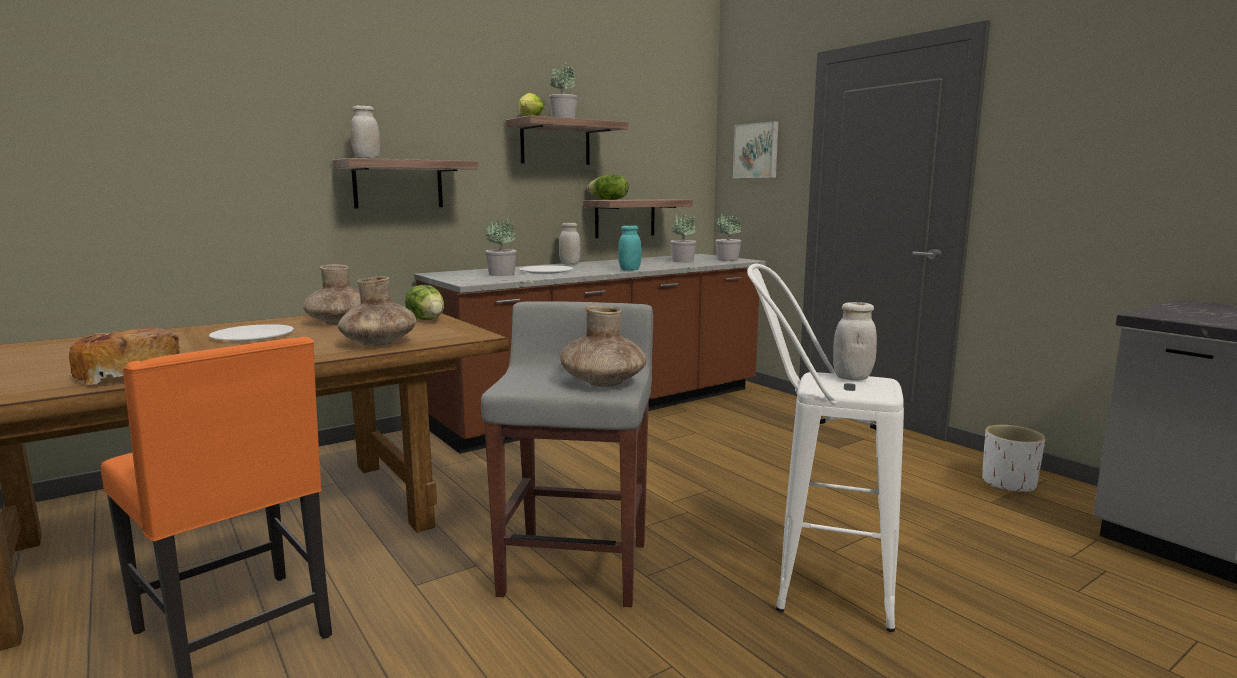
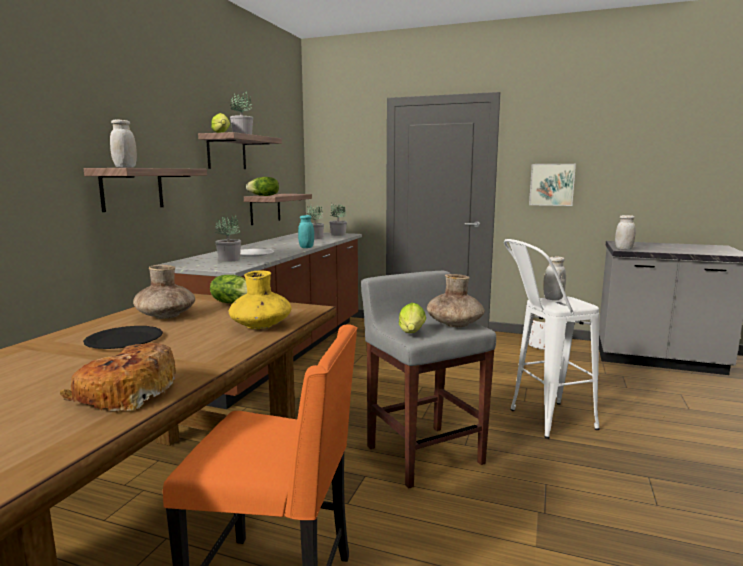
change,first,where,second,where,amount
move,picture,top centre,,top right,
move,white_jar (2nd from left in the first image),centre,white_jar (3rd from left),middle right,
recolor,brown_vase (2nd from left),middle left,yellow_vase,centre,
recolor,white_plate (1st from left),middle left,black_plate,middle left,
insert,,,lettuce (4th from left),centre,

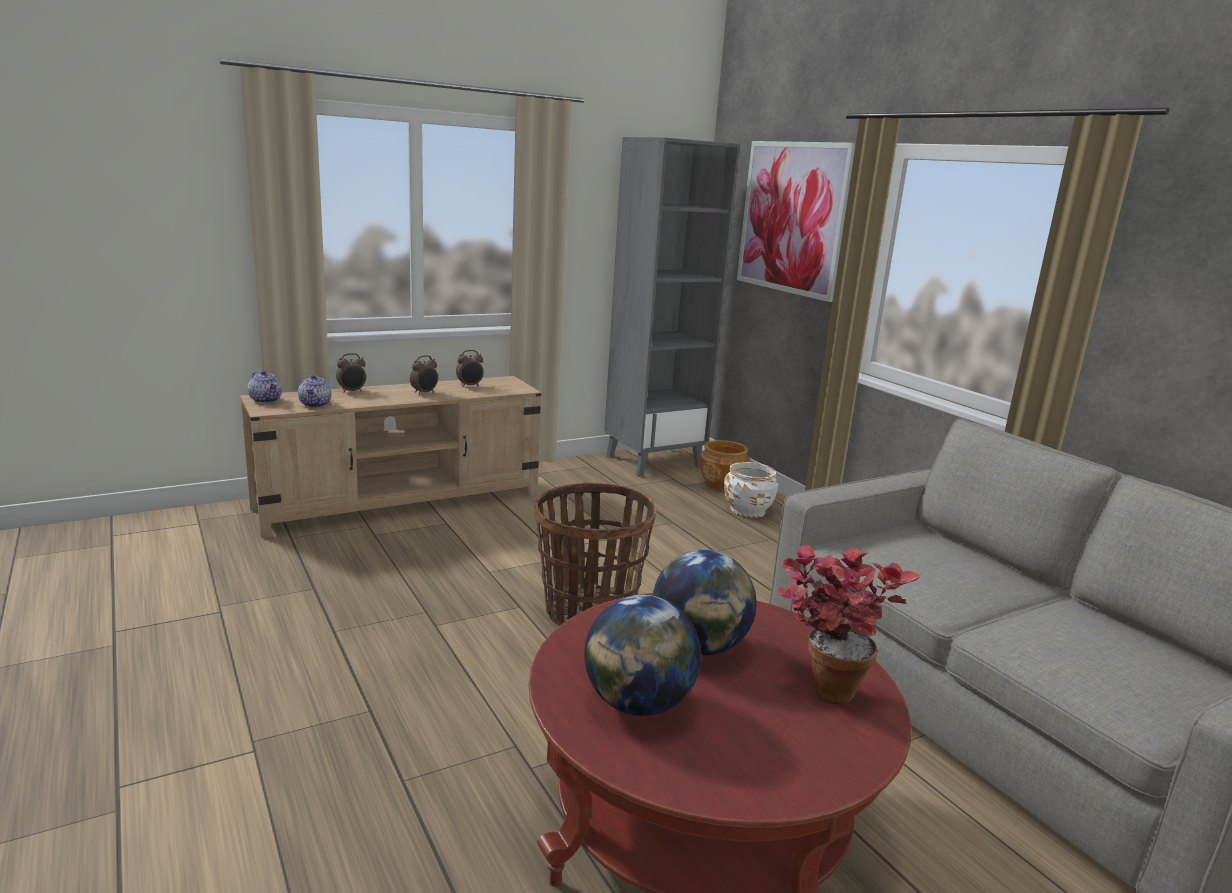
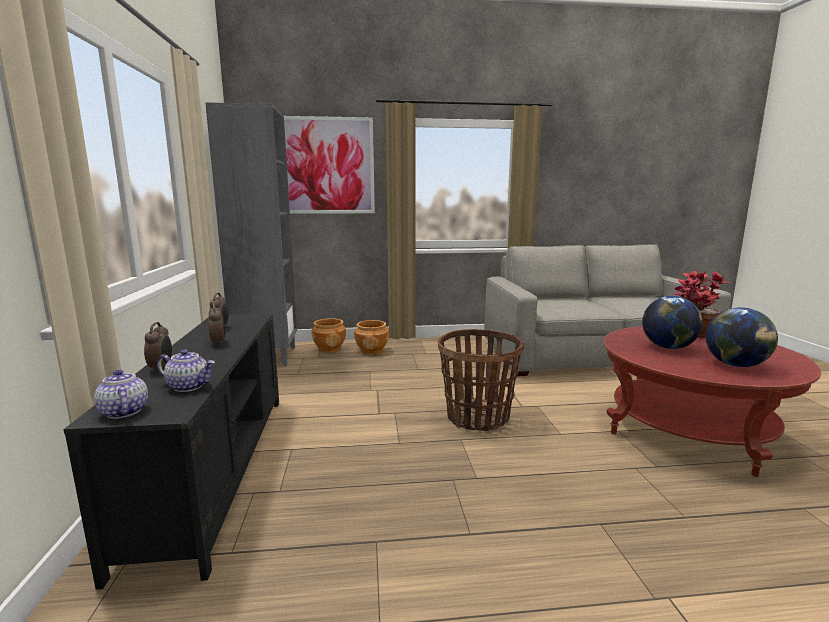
change,first,where,second,where,amount
rotate,teapot (1st from left),middle left,,middle left,105 degrees counterclockwise
recolor,beige_tv_stand,middle left,black_tv_stand,bottom left,
recolor,white_planter,centre,brown_planter (2nd from left),centre,

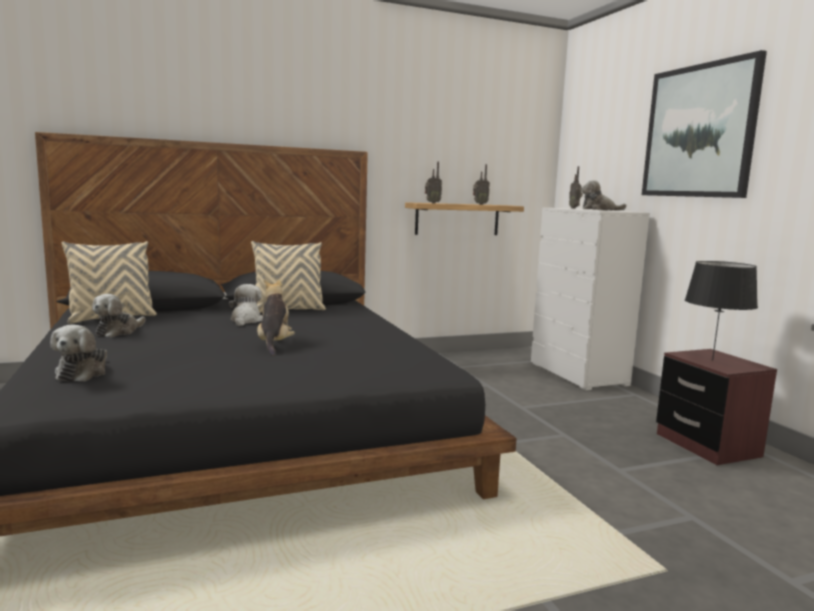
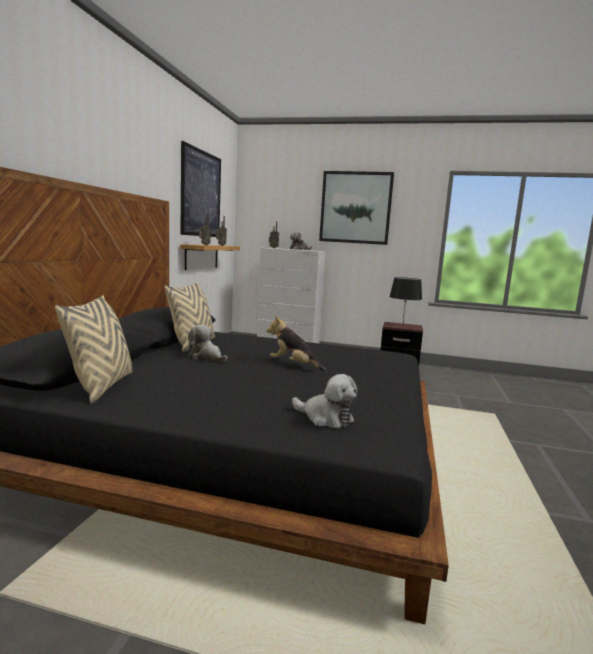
change,first,where,second,where,amount
delete,plush_toy (2nd from left),middle left,,,
insert,,,picture (1st from left),top centre,

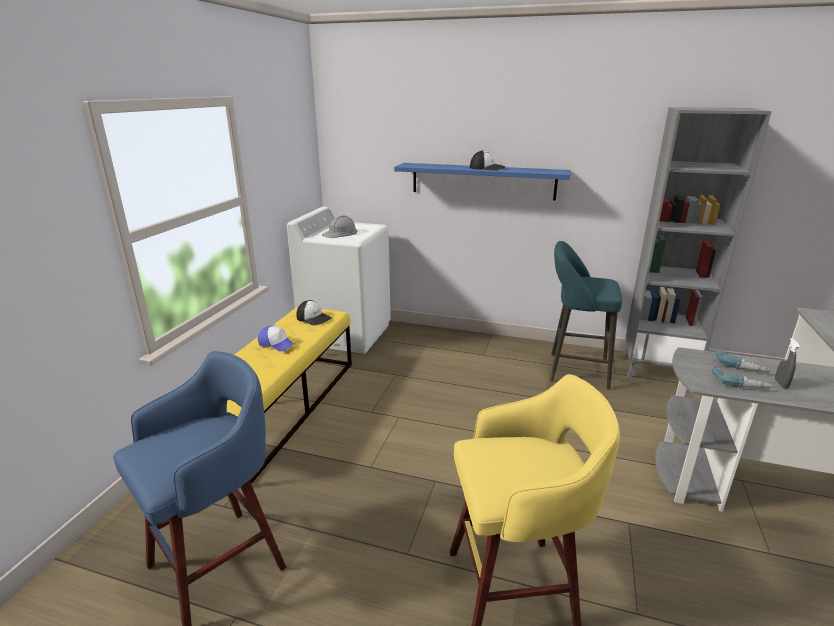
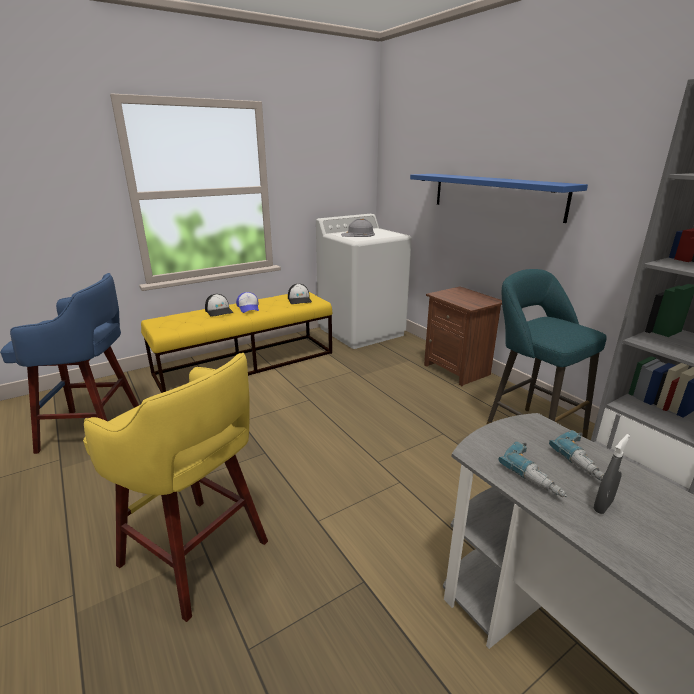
change,first,where,second,where,amount
move,cap (3rd from left in the first image),top centre,cap (1st from left),middle left,
insert,,,brown_nightstand,middle right,

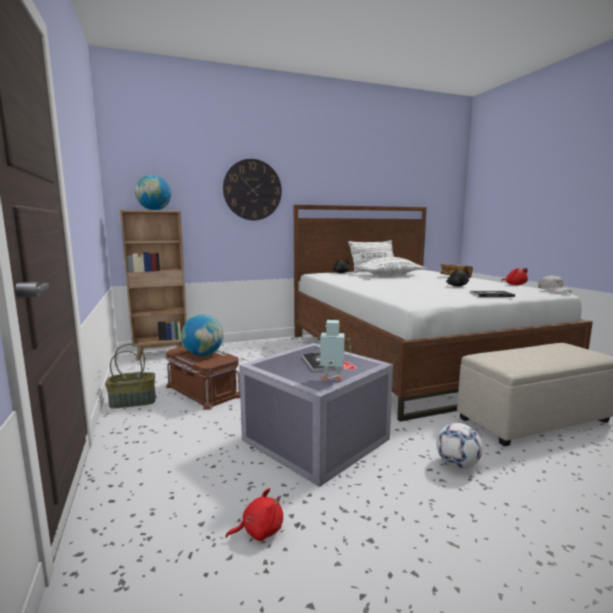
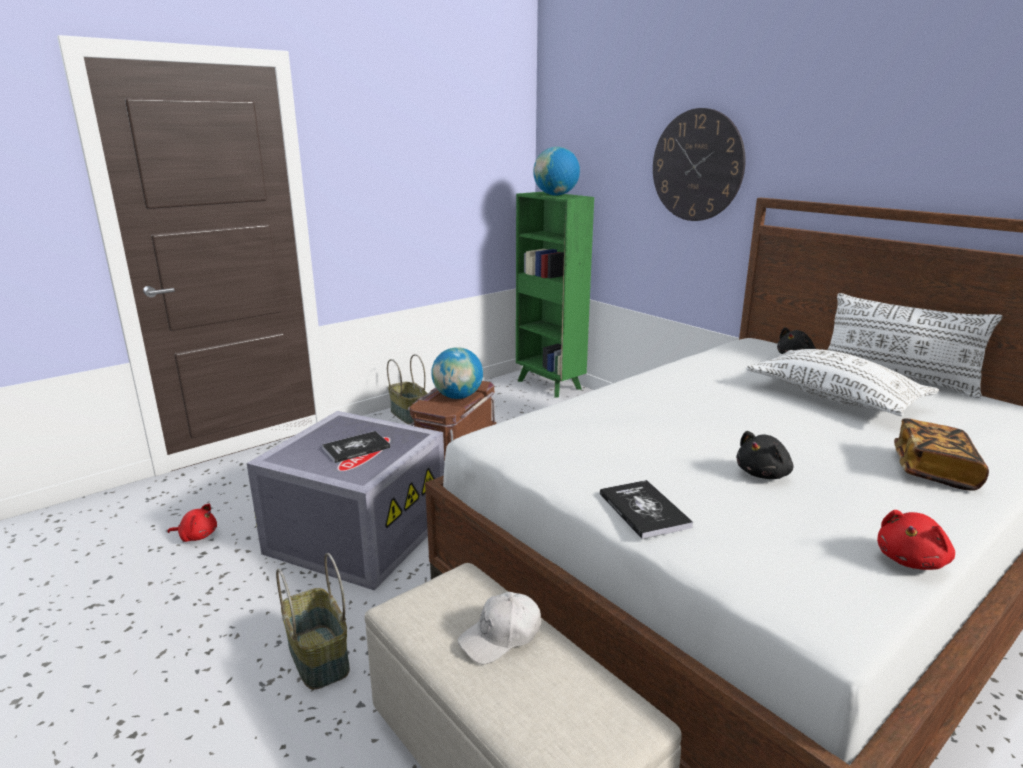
change,first,where,second,where,amount
recolor,brown_bookcase,middle left,green_bookcase,centre,
move,white_cap,middle right,,bottom centre,
delete,toy_robot,centre,,,
replace,football,bottom right,basket (1st from left),bottom left,
rotate,red_plush_toy (1st from left),bottom centre,,bottom left,45 degrees counterclockwise

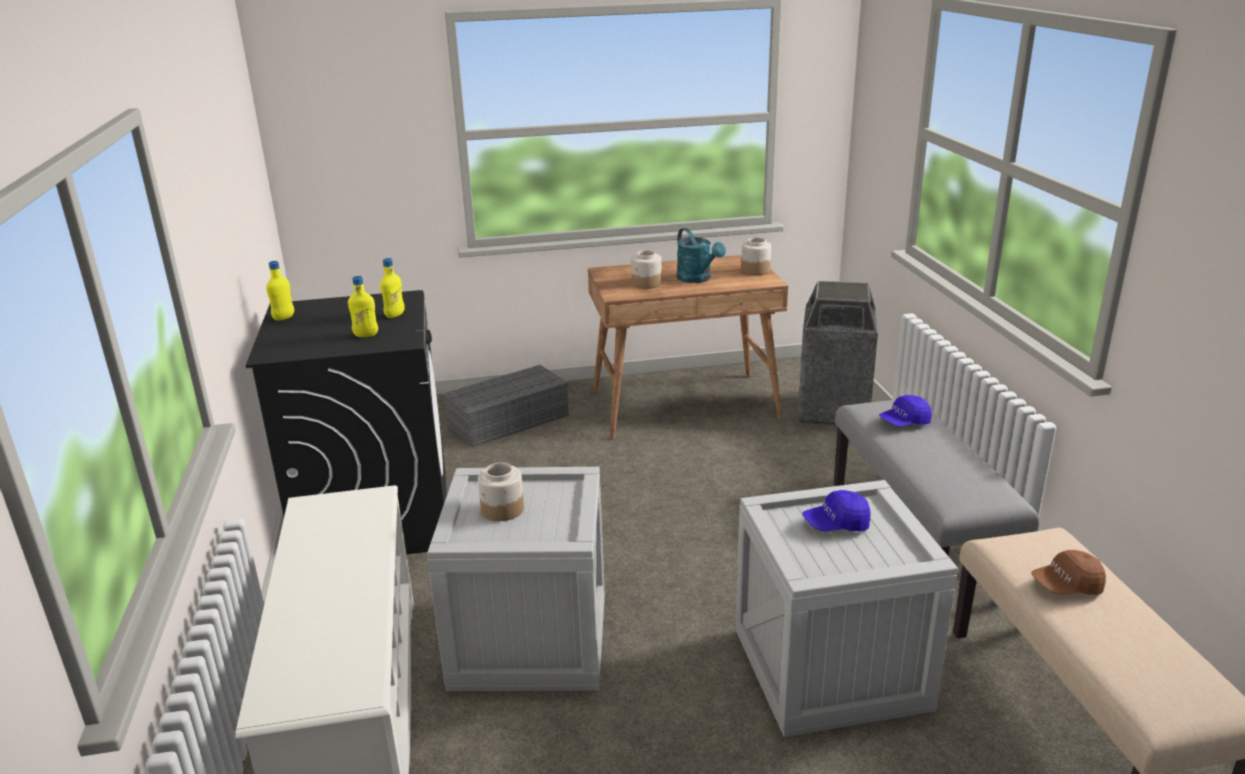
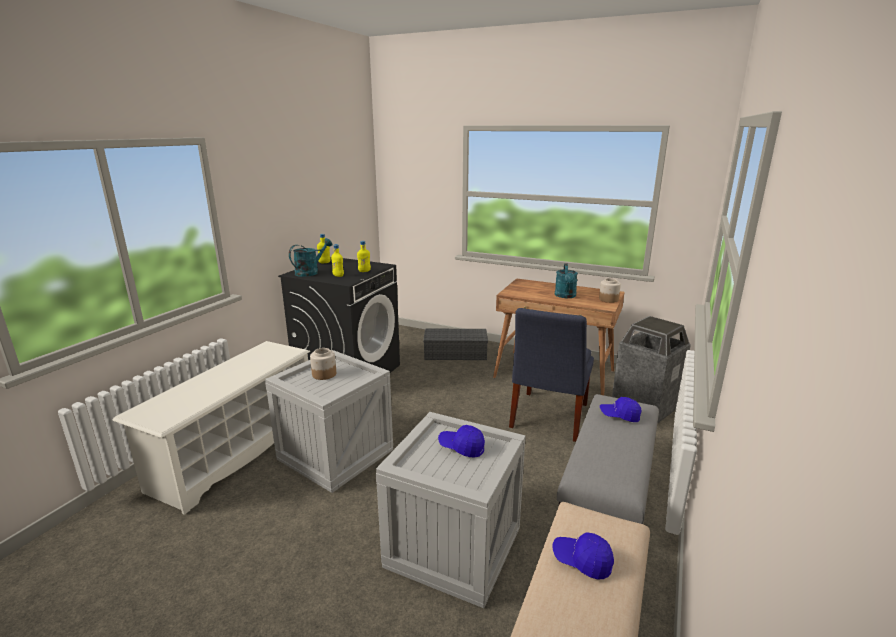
change,first,where,second,where,amount
delete,jar (2nd from left),centre,,,
recolor,brown_cap,bottom right,blue_cap (2nd from left),bottom centre,
insert,,,turquoise_watering_can (1st from left),centre,
insert,,,blue_chair,centre,

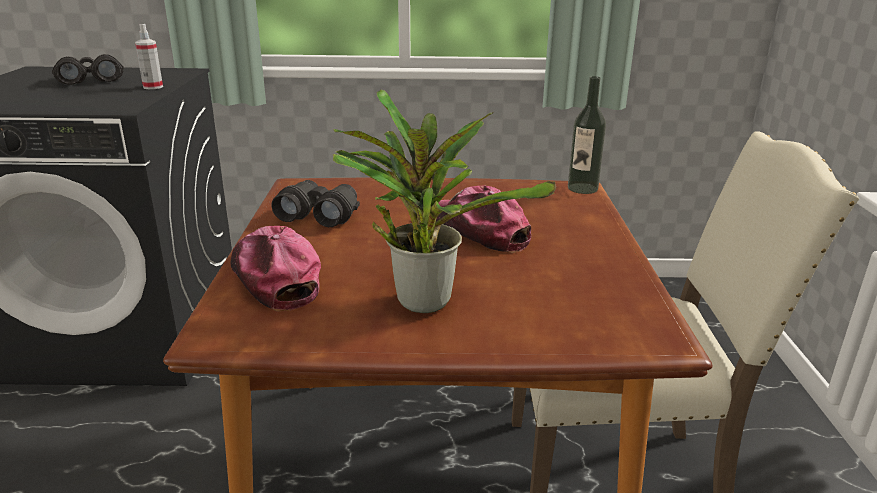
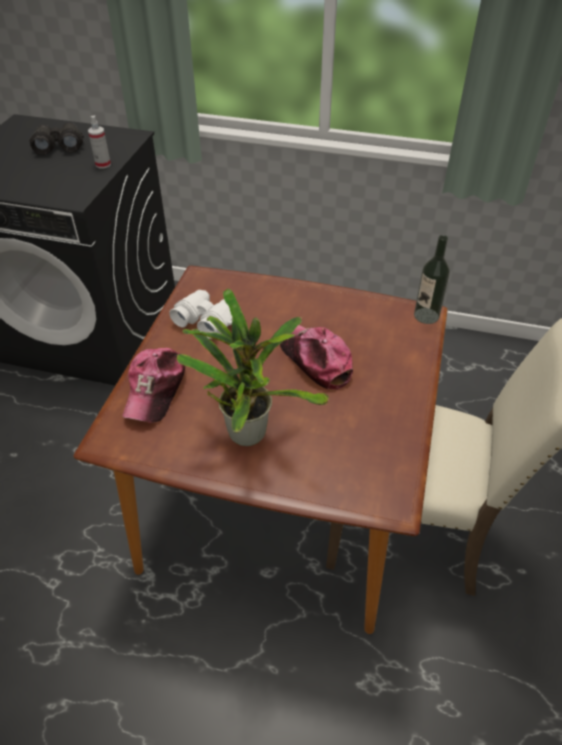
change,first,where,second,where,amount
recolor,black_binoculars (2nd from left),centre,white_binoculars,centre,
rotate,cap (1st from left),middle left,,middle left,150 degrees counterclockwise

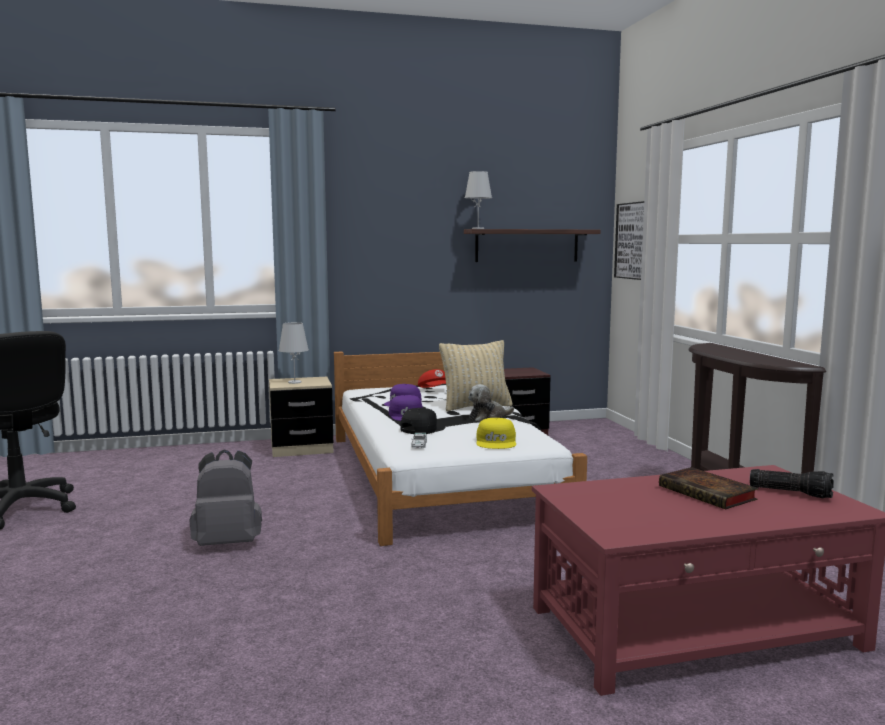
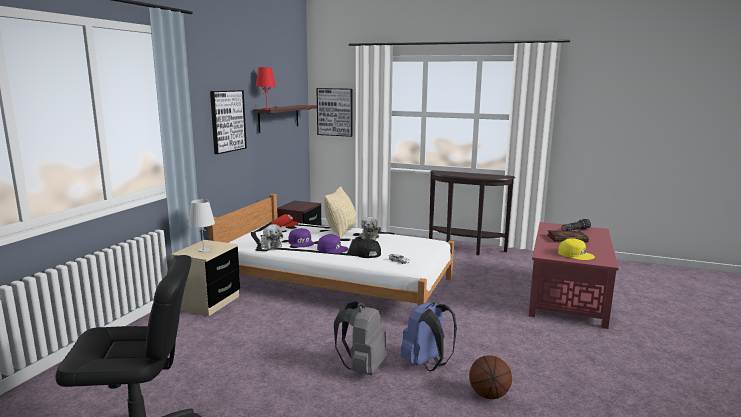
change,first,where,second,where,amount
recolor,white_table_lamp (2nd from left),top centre,red_table_lamp,top centre,
move,yellow_cap,centre,,middle right,
insert,,,picture (1st from left),top left,
insert,,,plush_toy (1st from left),centre,
insert,,,blue_backpack,bottom centre,
insert,,,basketball,bottom centre,

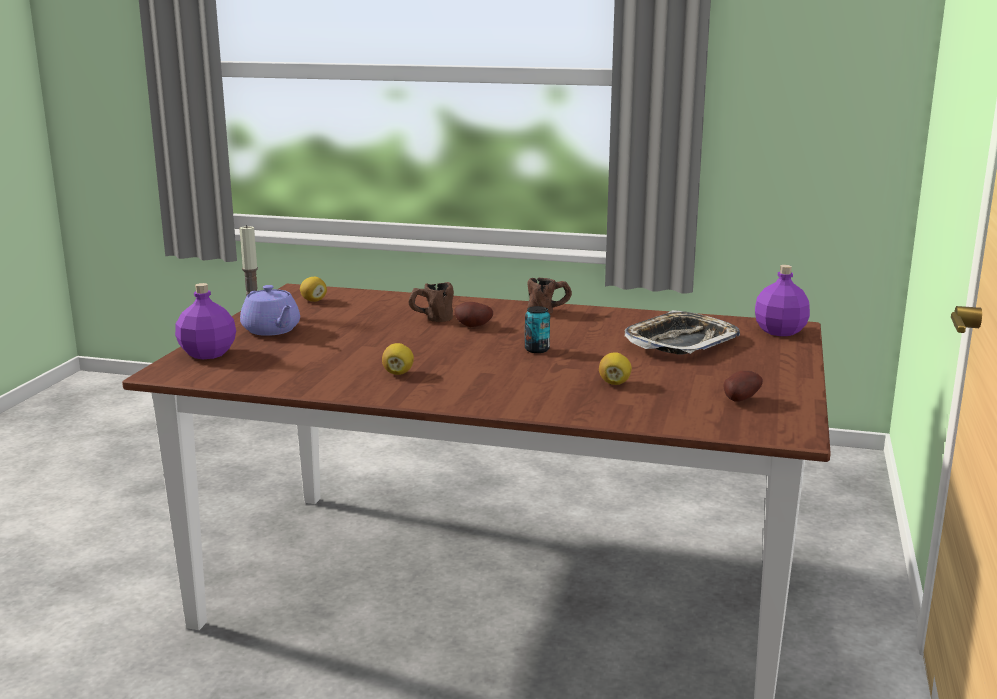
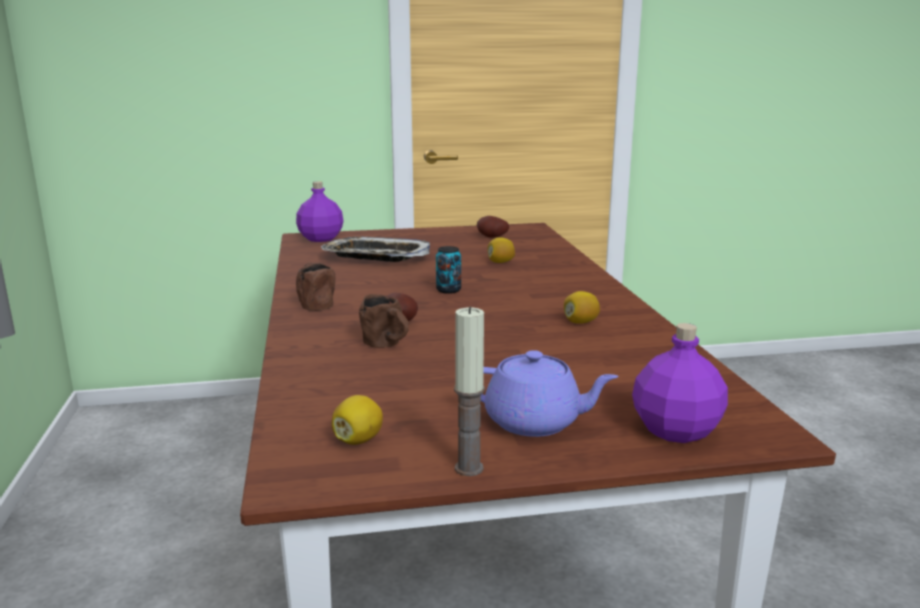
change,first,where,second,where,amount
rotate,purple_teapot,middle left,,centre,75 degrees clockwise

